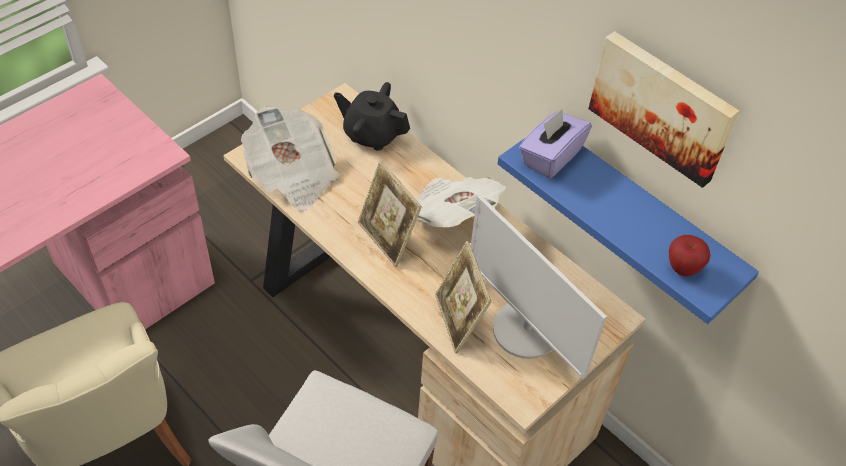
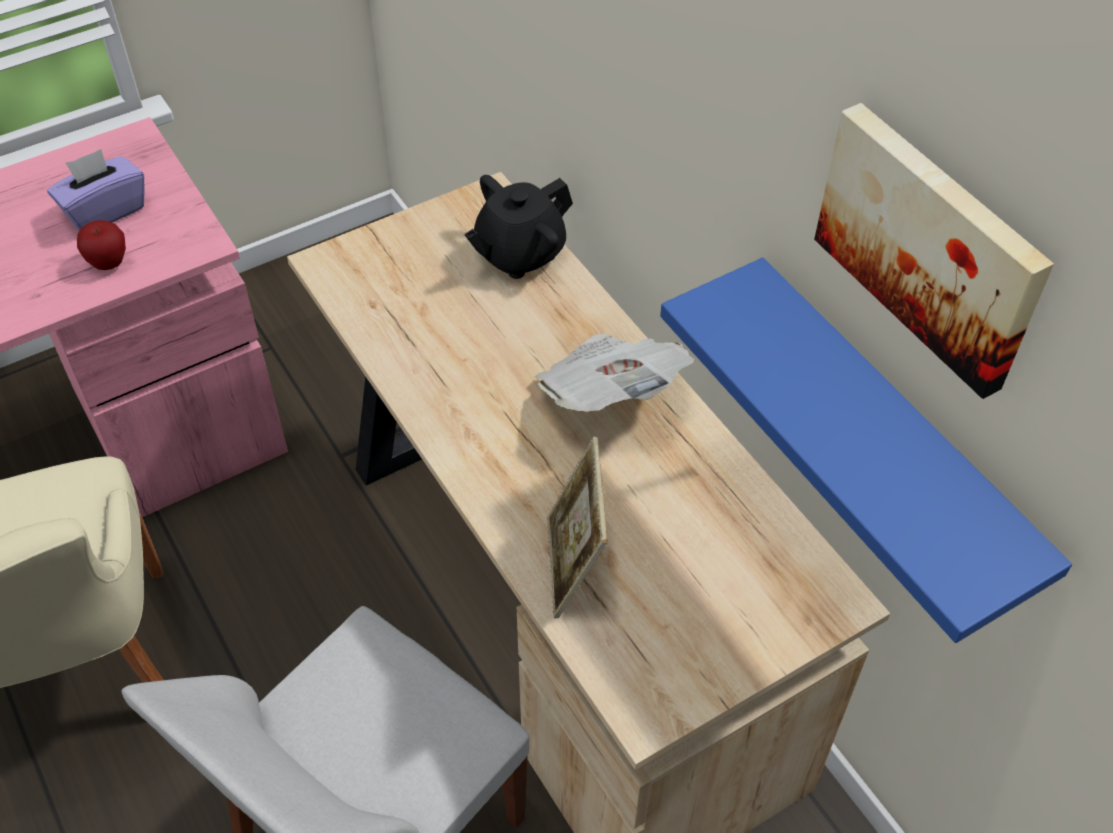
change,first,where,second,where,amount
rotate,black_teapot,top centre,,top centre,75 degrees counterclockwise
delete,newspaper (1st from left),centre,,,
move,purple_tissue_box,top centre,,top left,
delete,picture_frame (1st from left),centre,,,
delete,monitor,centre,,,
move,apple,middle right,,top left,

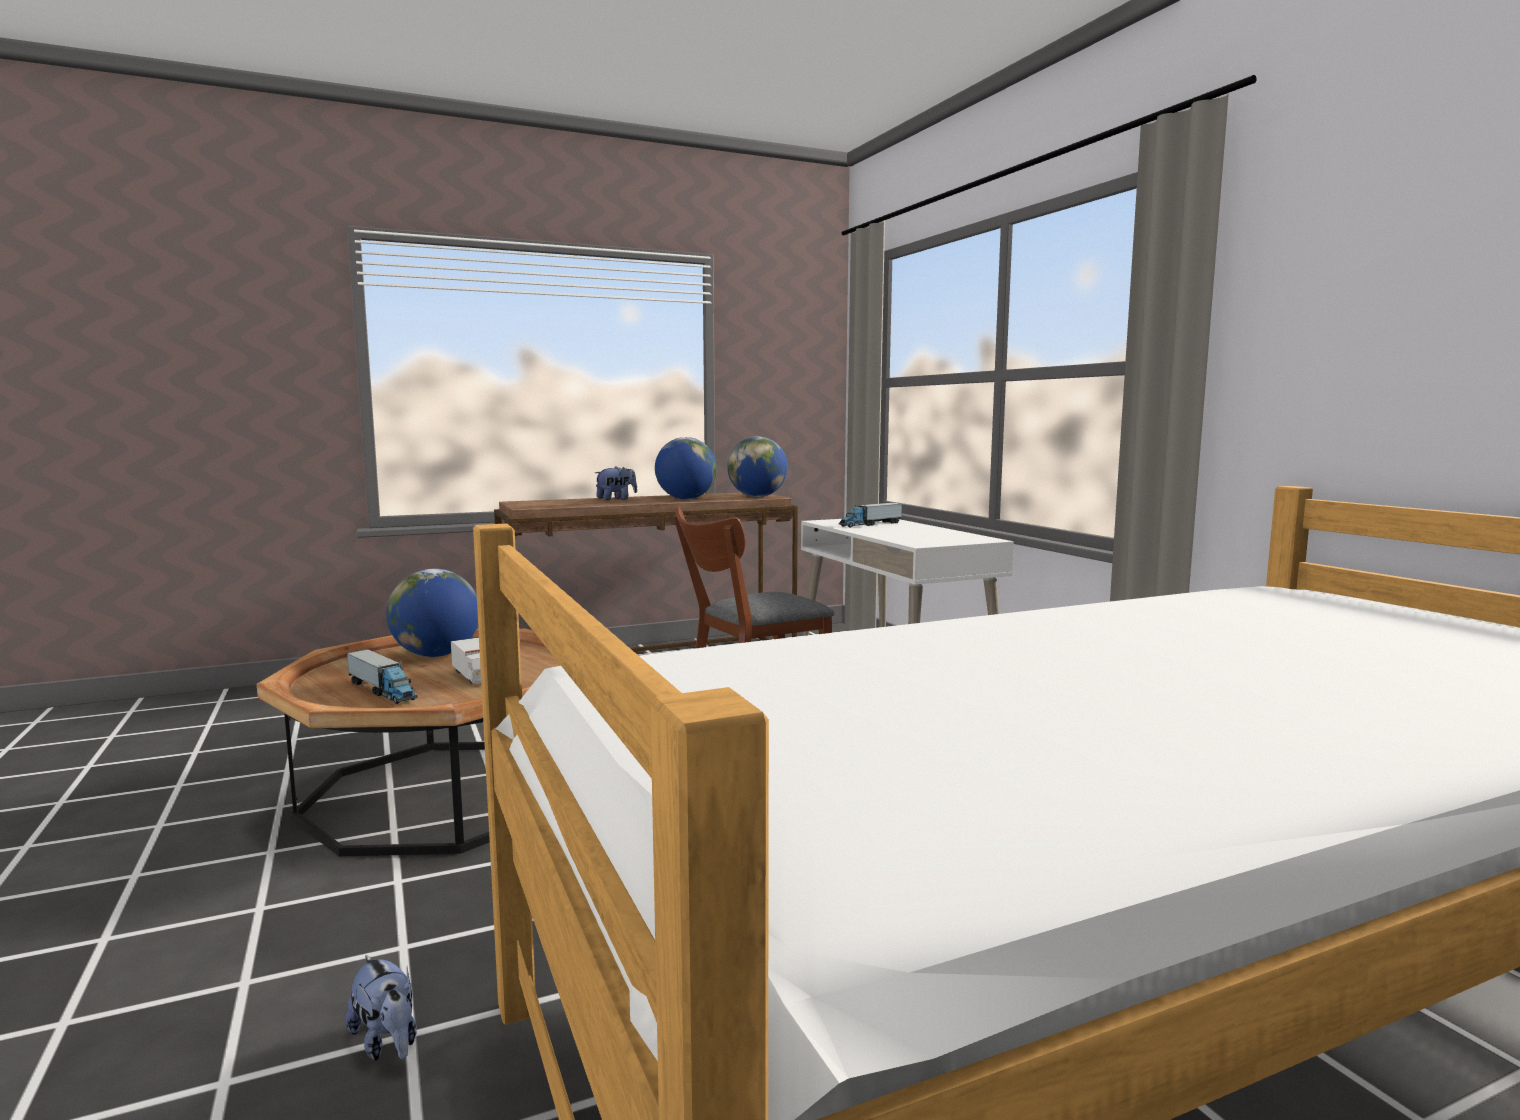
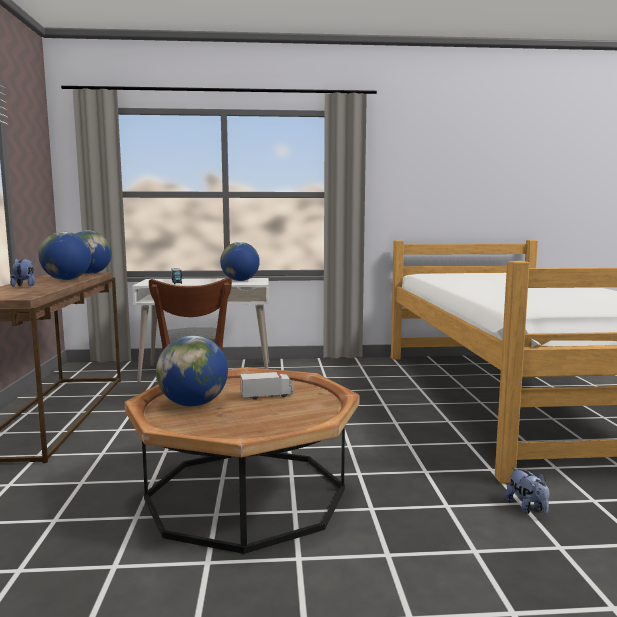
change,first,where,second,where,amount
delete,toy_truck (1st from left),middle left,,,
rotate,plush_toy (1st from left in the first image),bottom left,plush_toy (2nd from left),bottom right,90 degrees clockwise
insert,,,globe (4th from left),centre,

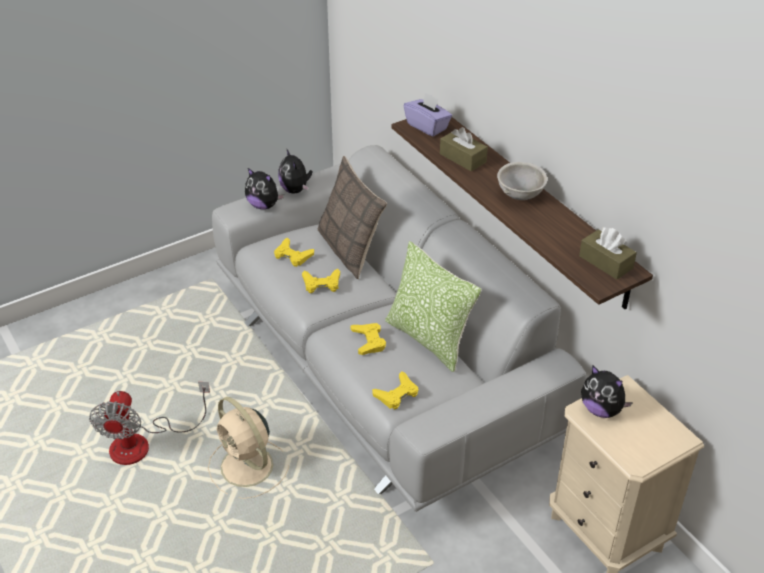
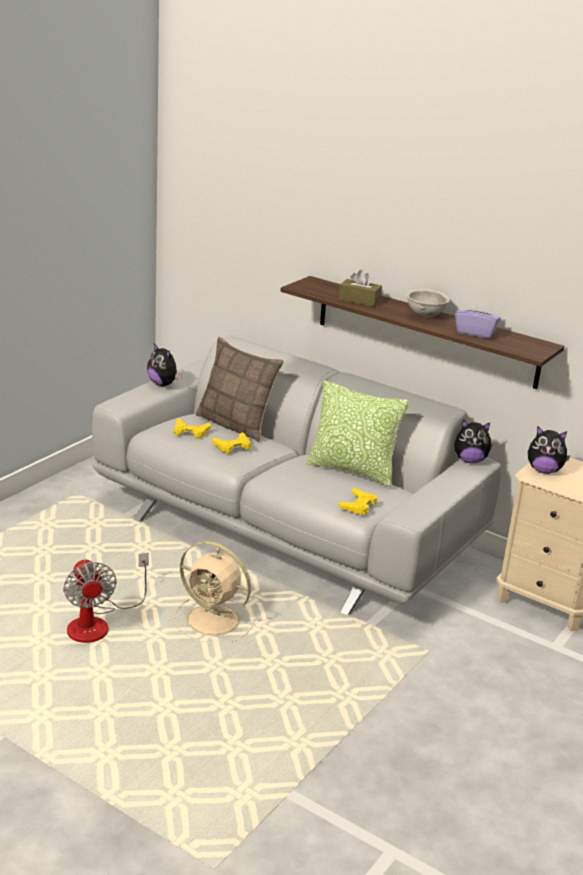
change,first,where,second,where,amount
move,purple_tissue_box,top centre,,middle right,
move,plush_toy (1st from left in the first image),top centre,plush_toy (2nd from left),middle right,
delete,brown_tissue_box (2nd from left),middle right,,,
delete,yellow_game_controller (3rd from left),centre,,,

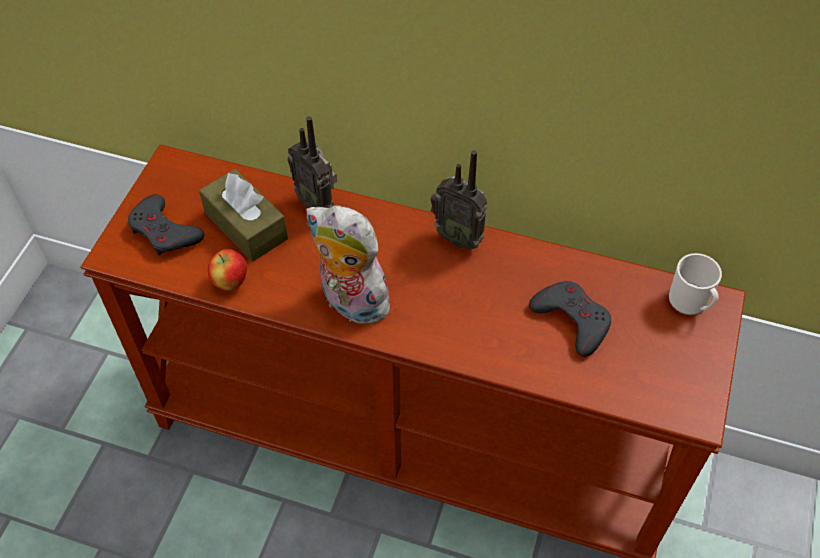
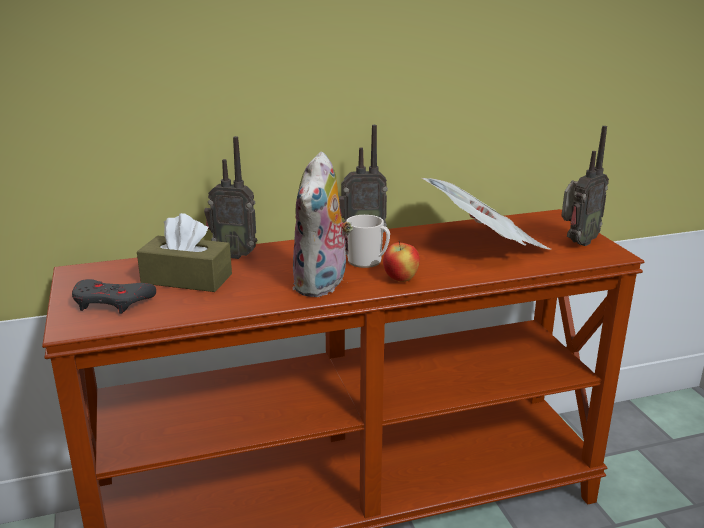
change,first,where,second,where,amount
rotate,plush_toy,centre,,centre,75 degrees counterclockwise
move,apple,middle left,,centre,
move,mug,middle right,,centre,
replace,grey_game_controller (2nd from left),middle right,newspaper,middle right,
insert,,,radio (3rd from left),middle right,

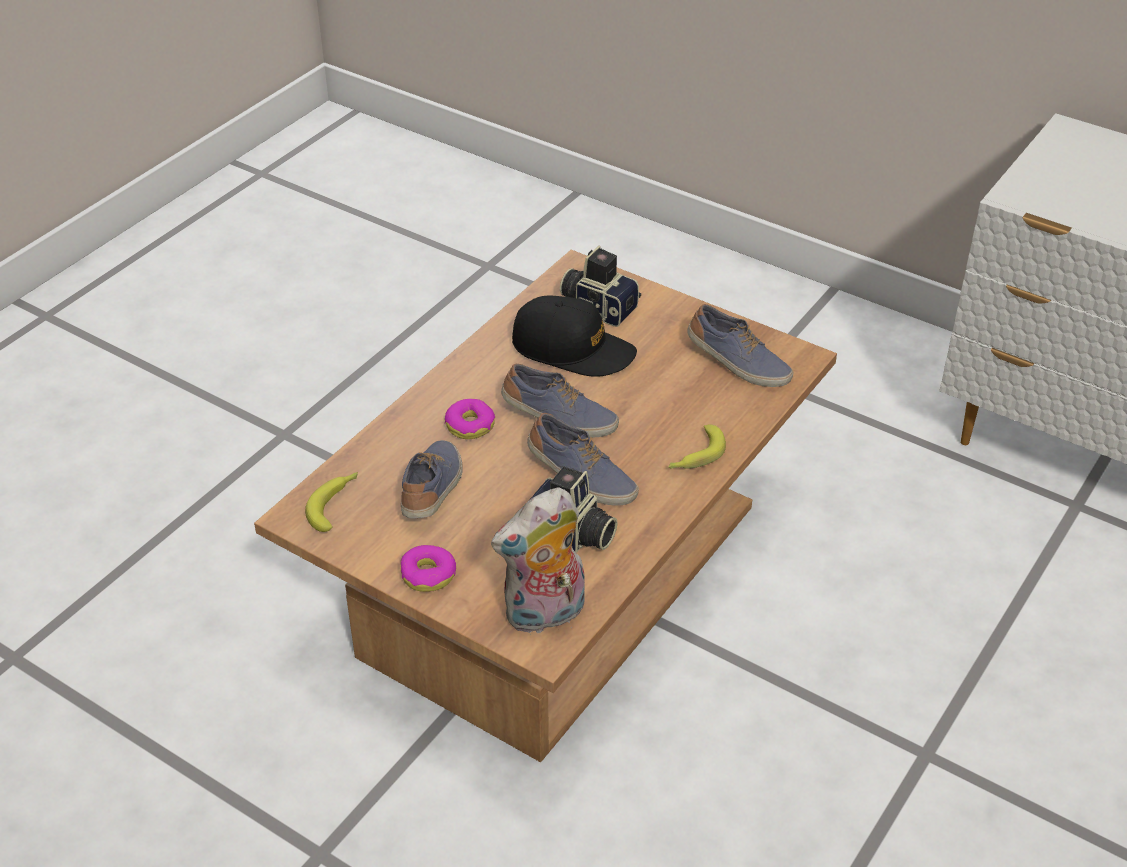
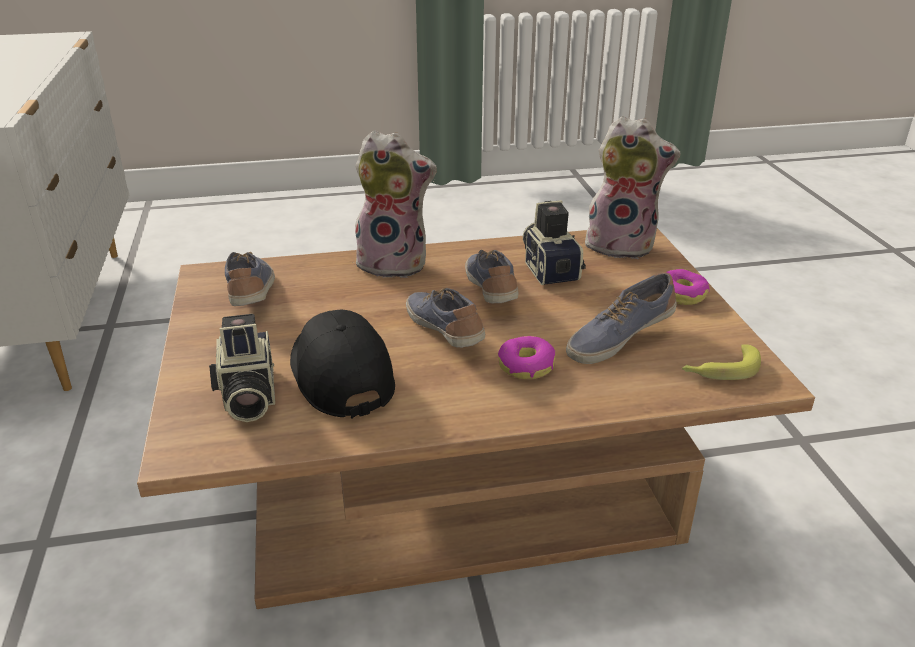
change,first,where,second,where,amount
replace,banana (2nd from left),centre,plush_toy (1st from left),top centre,

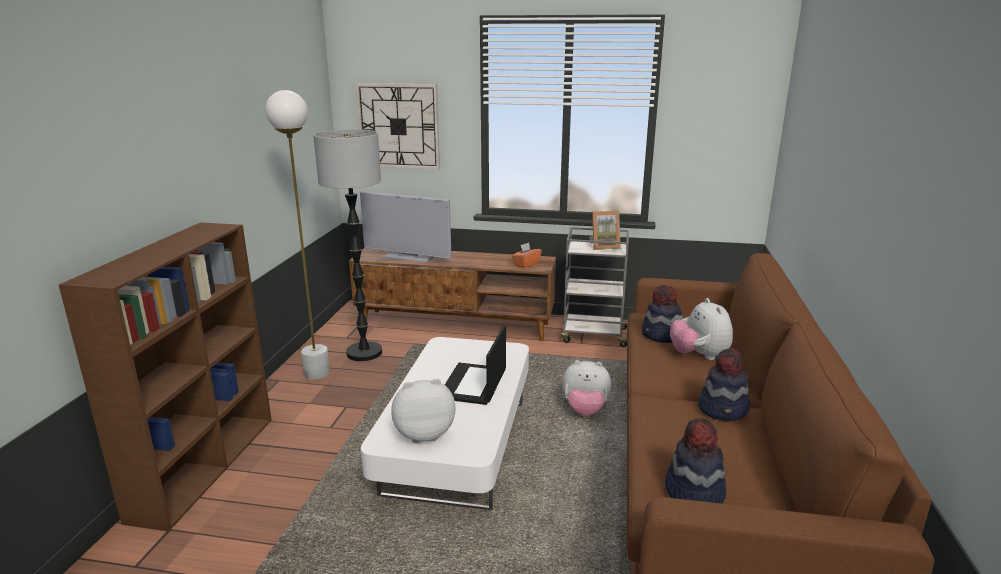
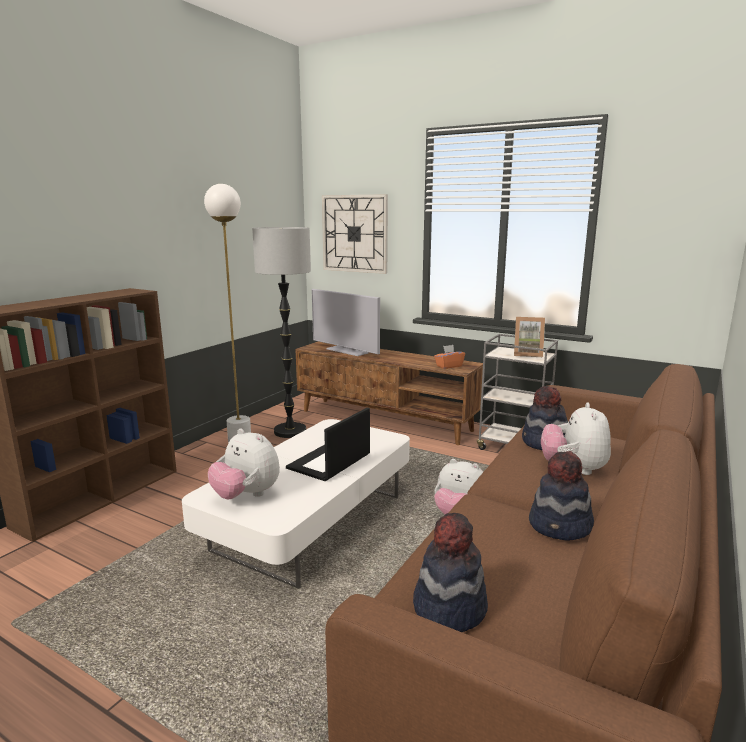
change,first,where,second,where,amount
rotate,plush_toy (1st from left),bottom centre,,middle left,150 degrees counterclockwise

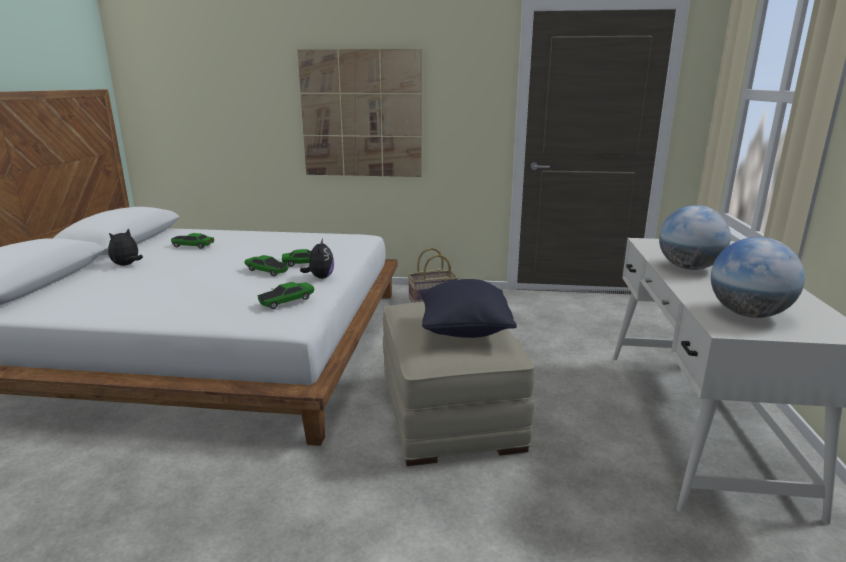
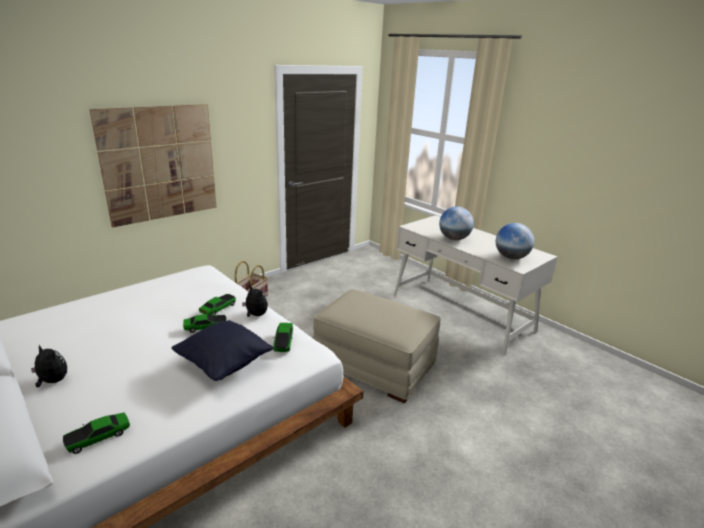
change,first,where,second,where,amount
rotate,plush_toy (1st from left),middle left,,bottom left,135 degrees clockwise
move,toy_car (1st from left),middle left,,bottom left,
move,black_pillow,centre,,middle left,

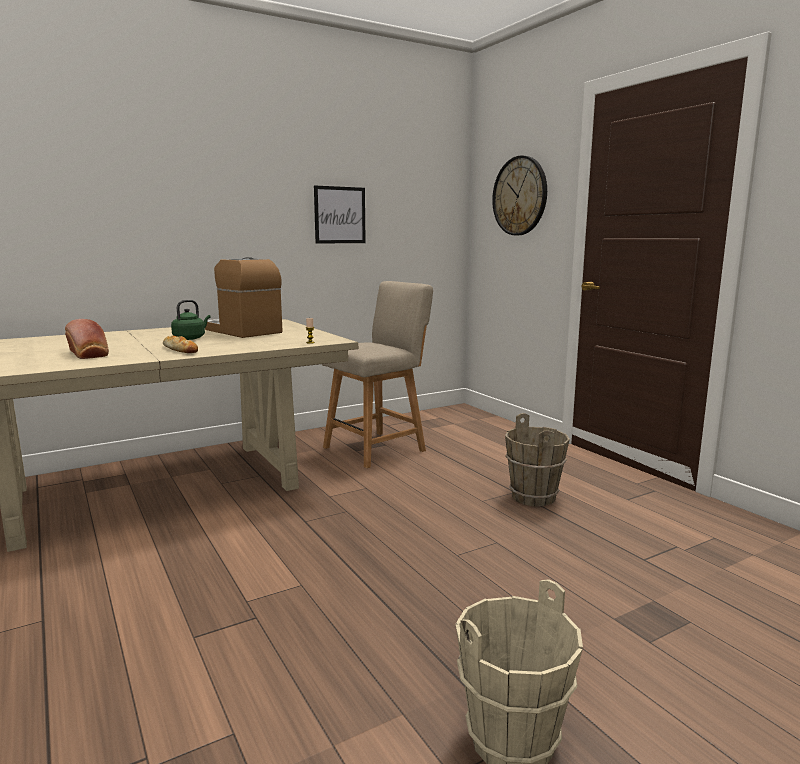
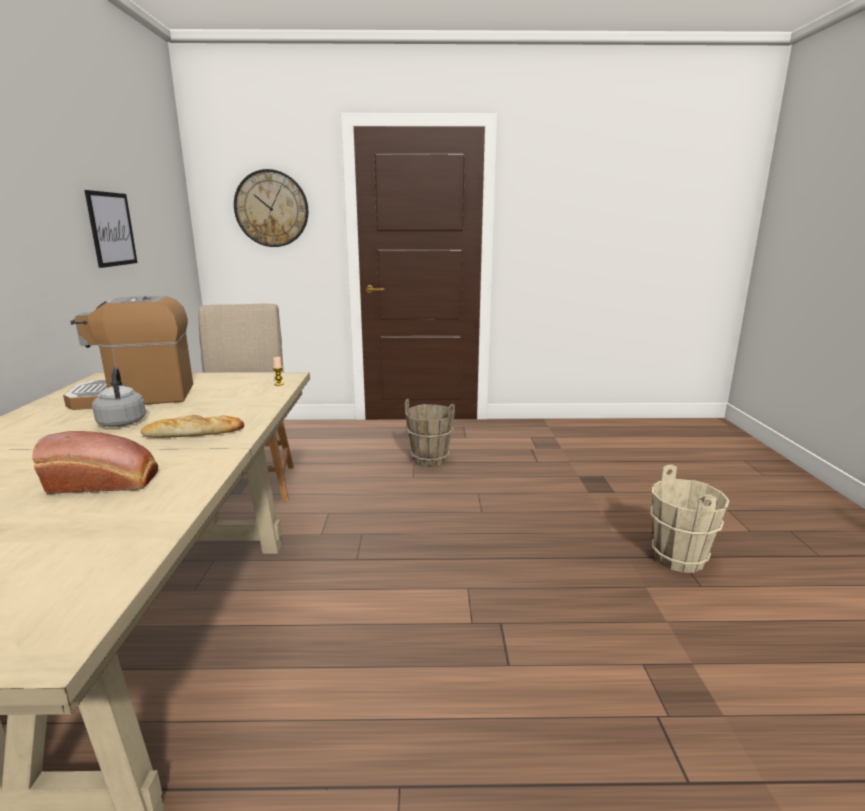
change,first,where,second,where,amount
recolor,green_kettle,middle left,grey_kettle,middle left,

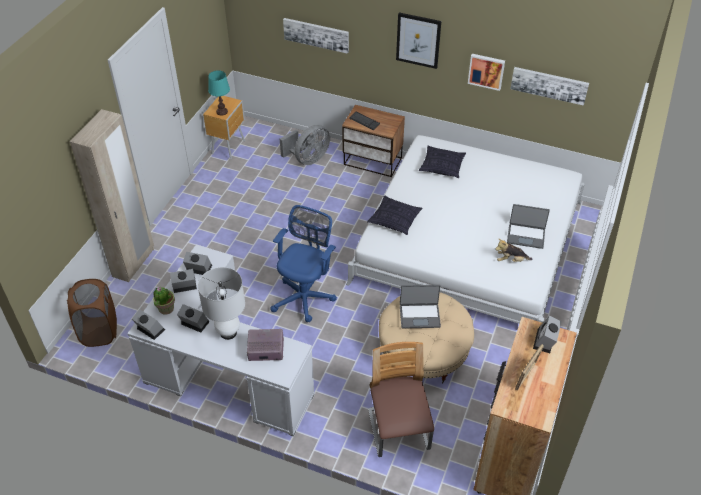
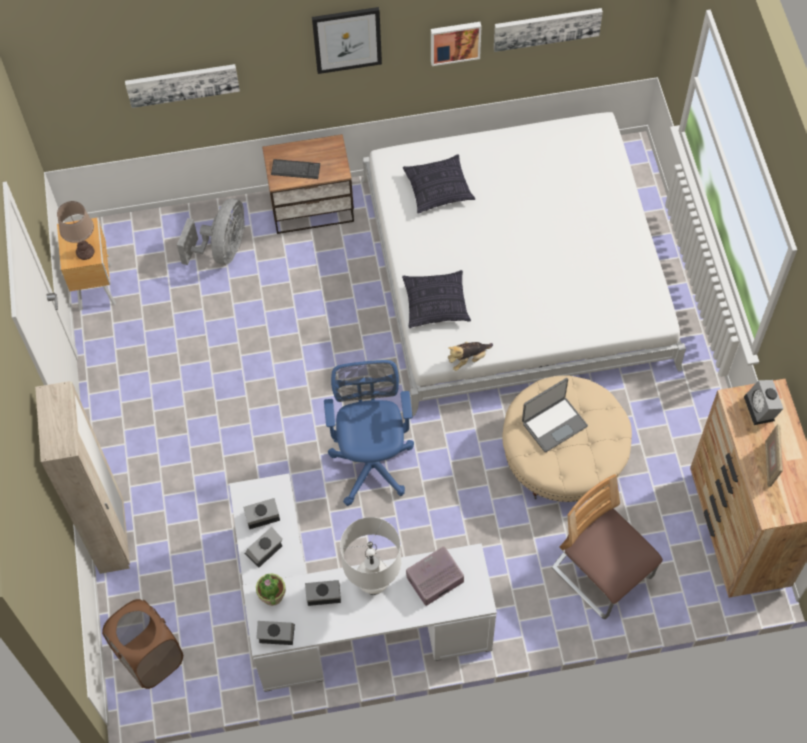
change,first,where,second,where,amount
recolor,turquoise_table_lamp,top left,brown_table_lamp,top left,
delete,laptop (2nd from left),middle right,,,
move,plush_toy,middle right,,centre,

